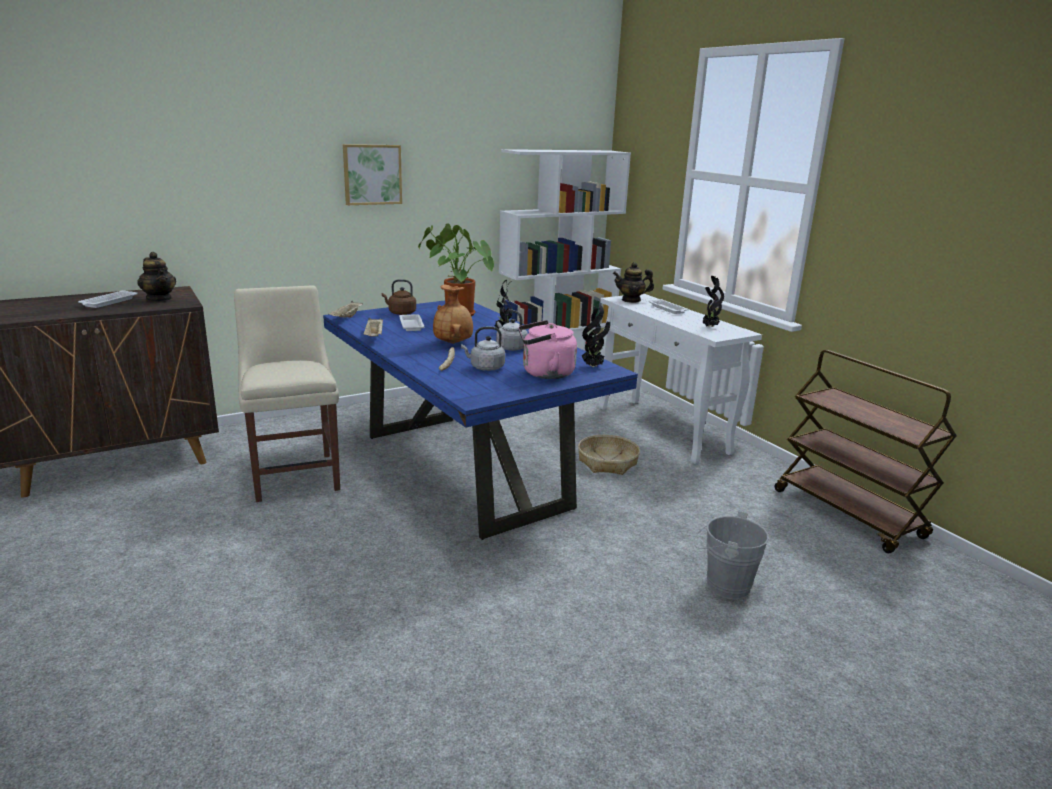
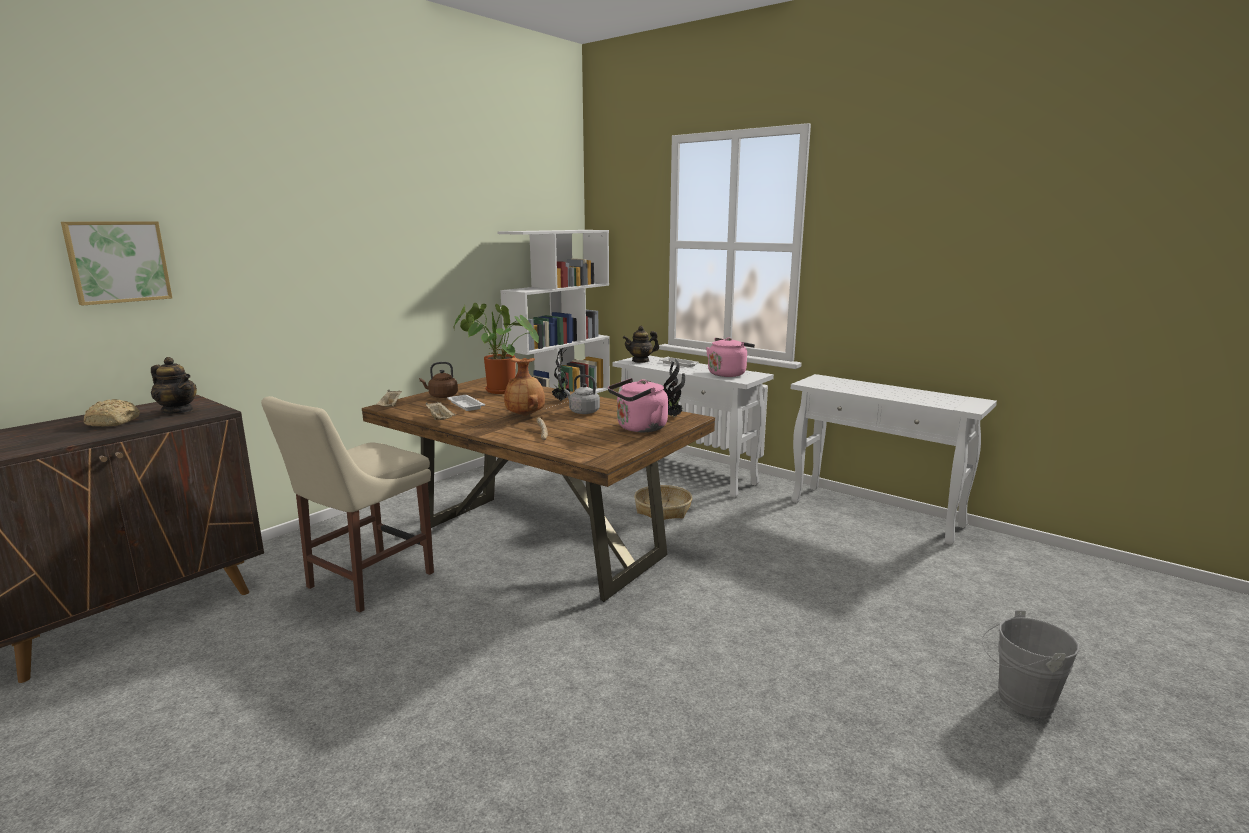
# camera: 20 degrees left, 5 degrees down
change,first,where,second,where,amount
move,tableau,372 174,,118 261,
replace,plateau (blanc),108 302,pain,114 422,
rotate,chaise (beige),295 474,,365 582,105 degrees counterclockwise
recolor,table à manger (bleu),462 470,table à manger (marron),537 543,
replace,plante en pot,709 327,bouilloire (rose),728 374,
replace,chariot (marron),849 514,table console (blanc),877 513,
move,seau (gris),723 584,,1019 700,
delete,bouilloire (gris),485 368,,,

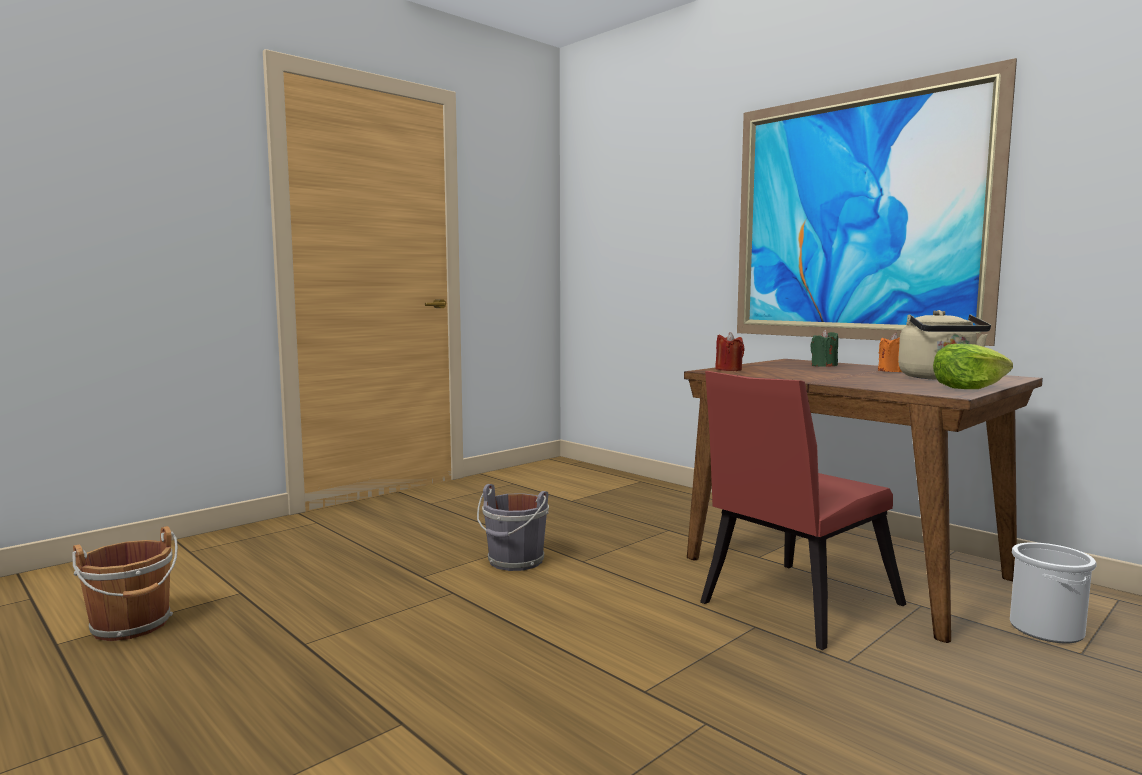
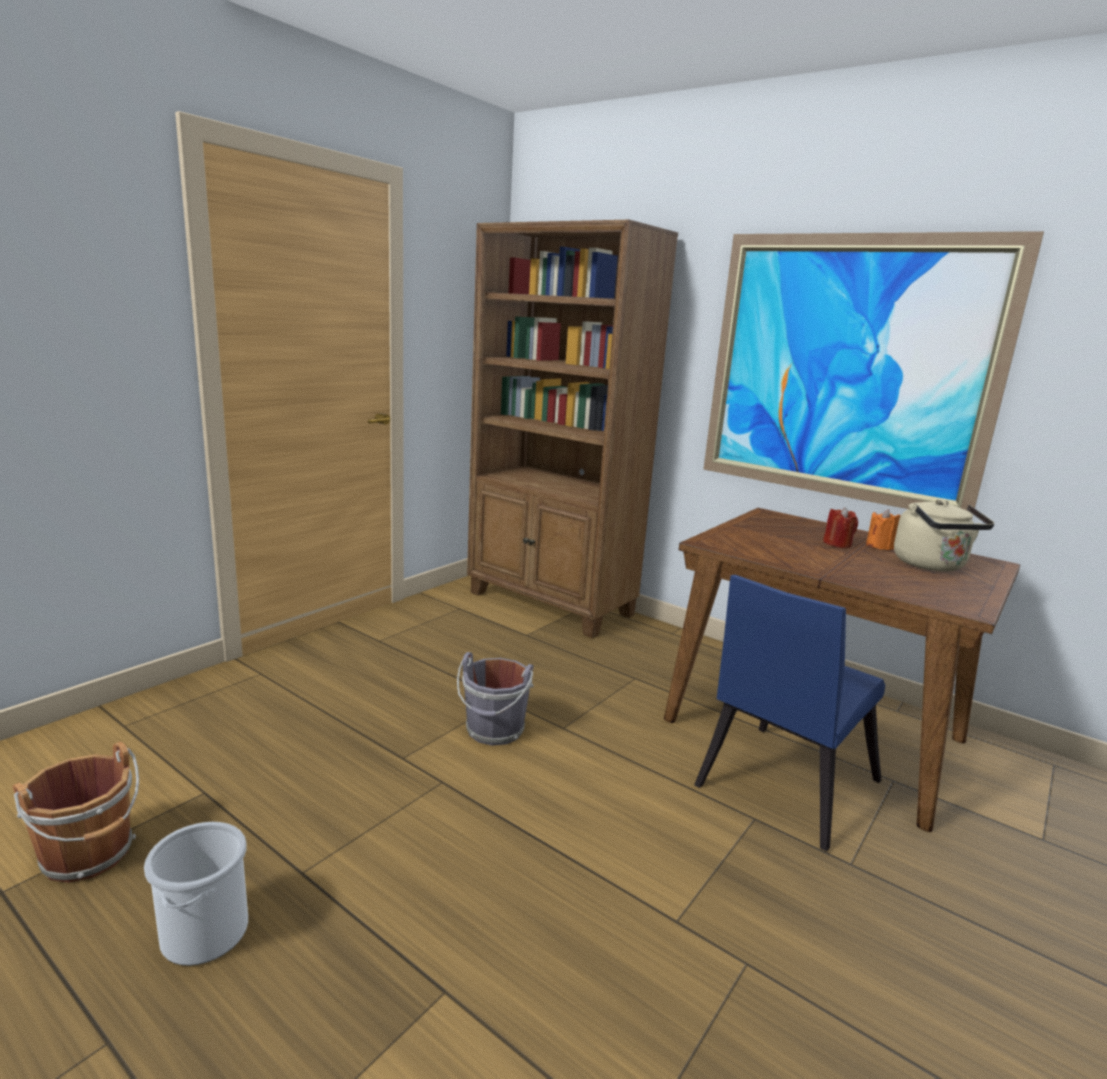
# camera: 10 degrees left, 10 degrees up
change,first,where,second,where,amount
move,seau,1047 629,,205 933,
insert,,,bibliothèque (marron),551 604,
recolor,chaise (rouge),792 606,chaise (bleu),780 787,
move,bougie (rouge),728 369,,837 544,
delete,bougie (vert),824 365,,,
delete,laitue,968 388,,,

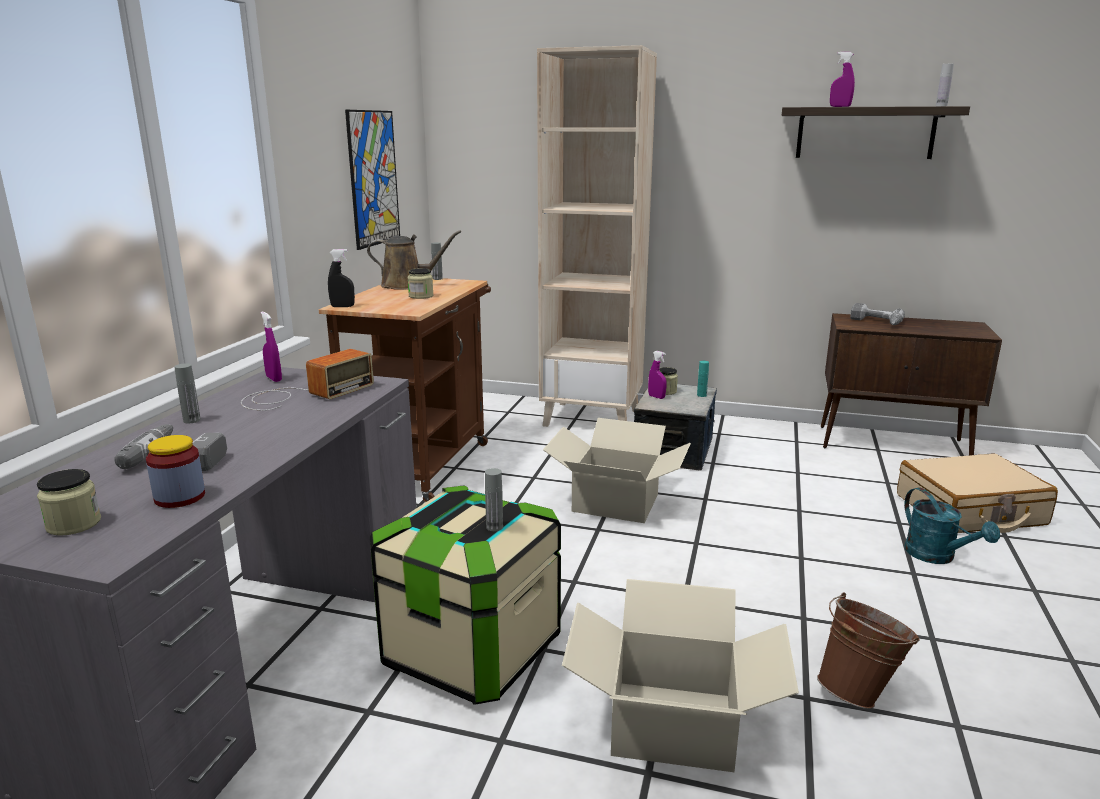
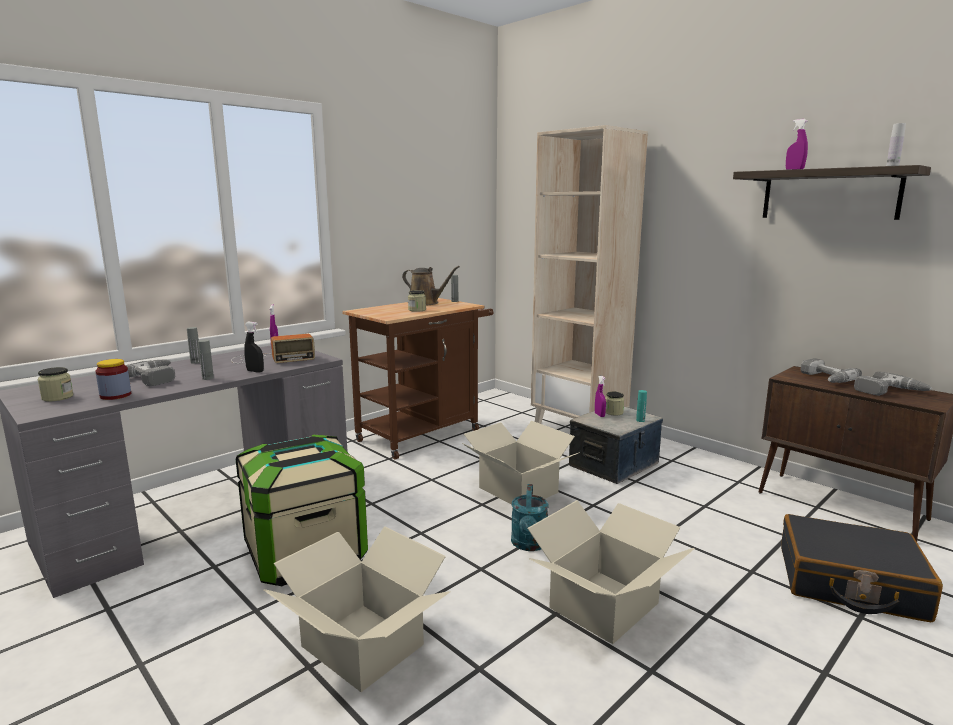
# camera: 30 degrees right, 5 degrees down
change,first,where,second,where,amount
move,bouteille (gris),494 527,,208 378,
move,vaporisateur (noir),342 306,,255 371,
move,arrosoir (turquoise),937 556,,529 545,
insert,,,carton,605 605,
recolor,valise (beige),970 510,valise (noir),849 583,
insert,,,perceuse,890 392,
delete,tableau,373 178,,,
delete,seau (marron),859 693,,,

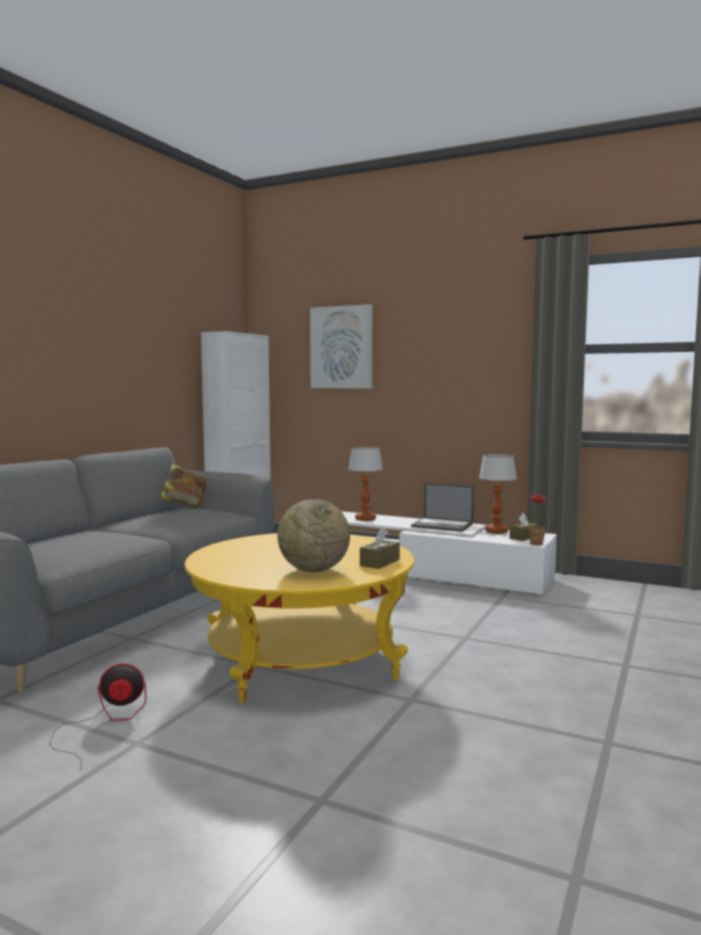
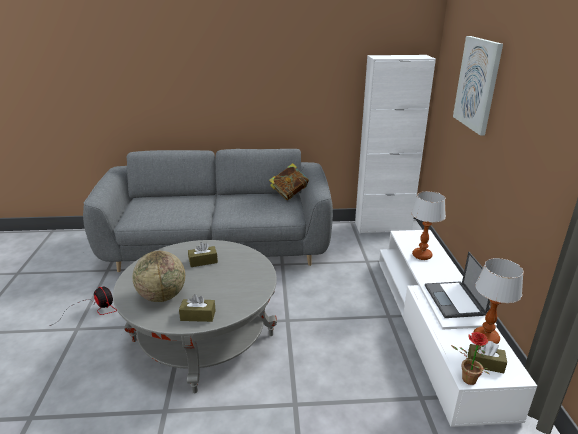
# camera: 60 degrees right, 20 degrees up
change,first,where,second,where,amount
recolor,table basse (jaune),301 658,table basse (gris),203 337,
insert,,,boîte à mouchoirs (marron),203 261,

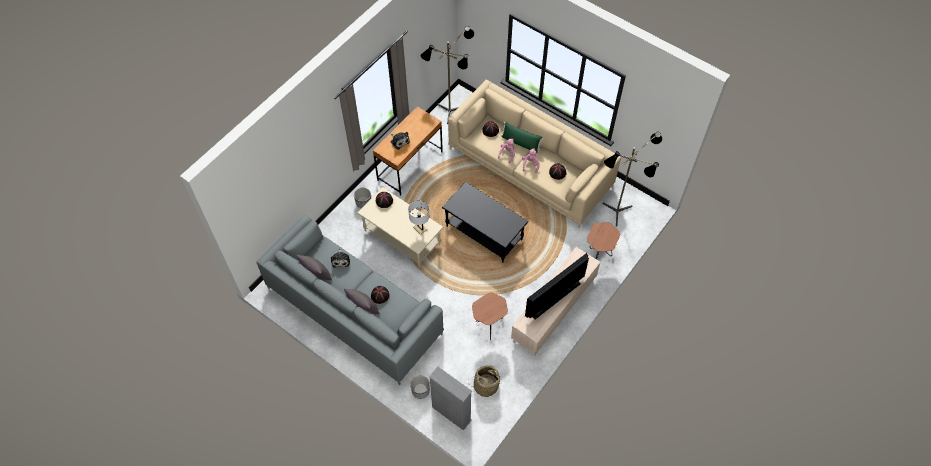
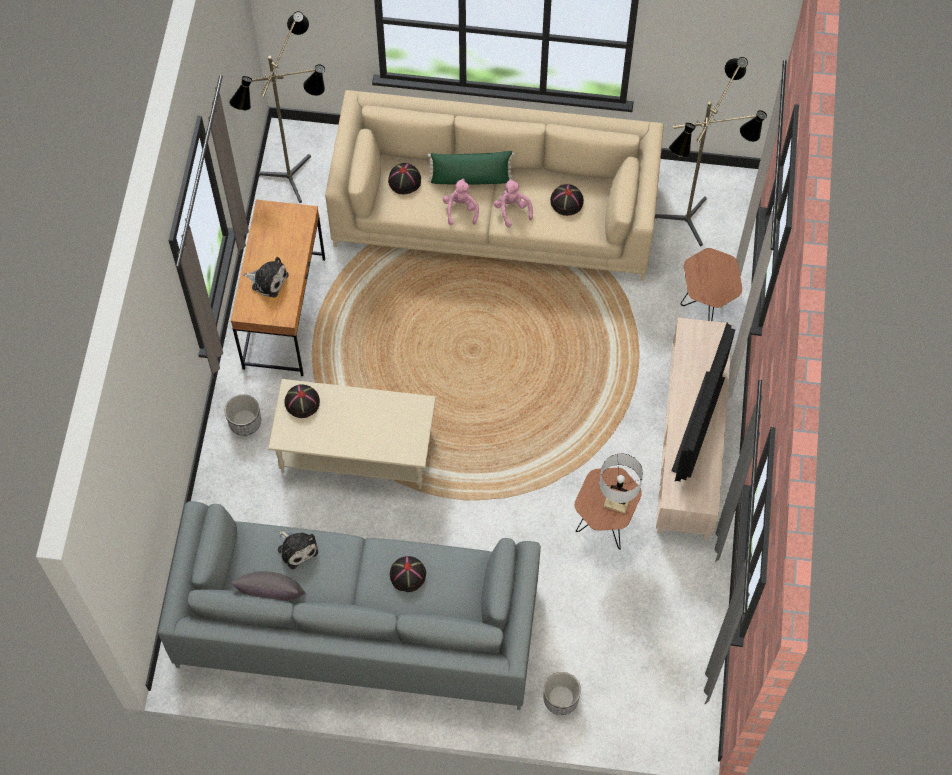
# camera: 30 degrees left, 5 degrees up
change,first,where,second,where,amount
move,lampe de table (blanc),420 228,,616 502,
delete,coussin (gris),363 308,,,
delete,bibliothèque (gris),451 413,,,
delete,table basse (noir),484 232,,,
delete,panier,486 385,,,

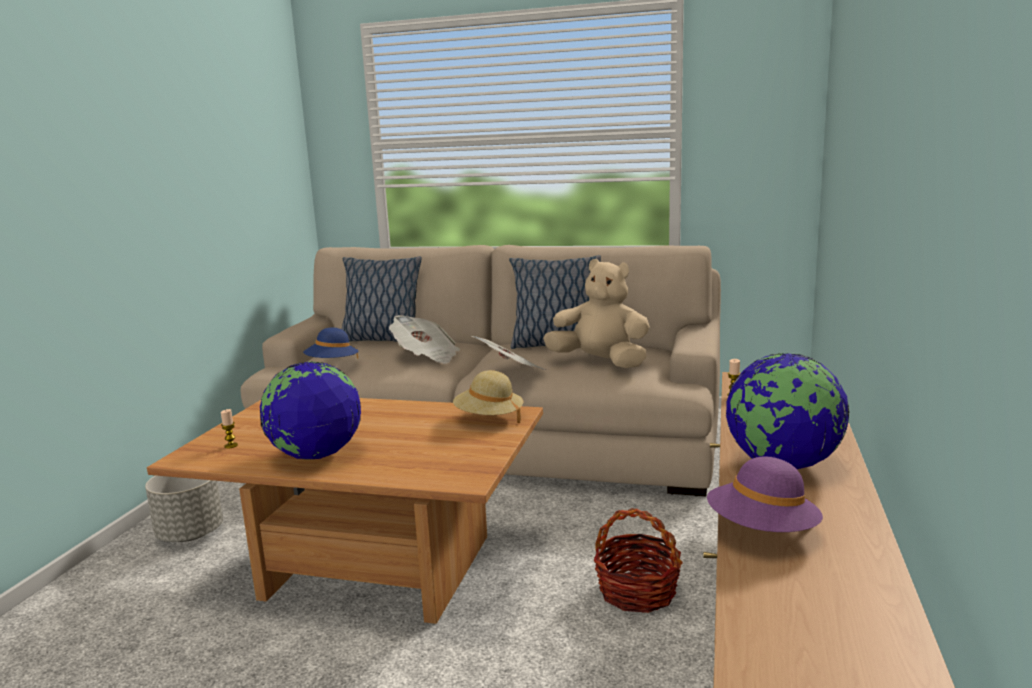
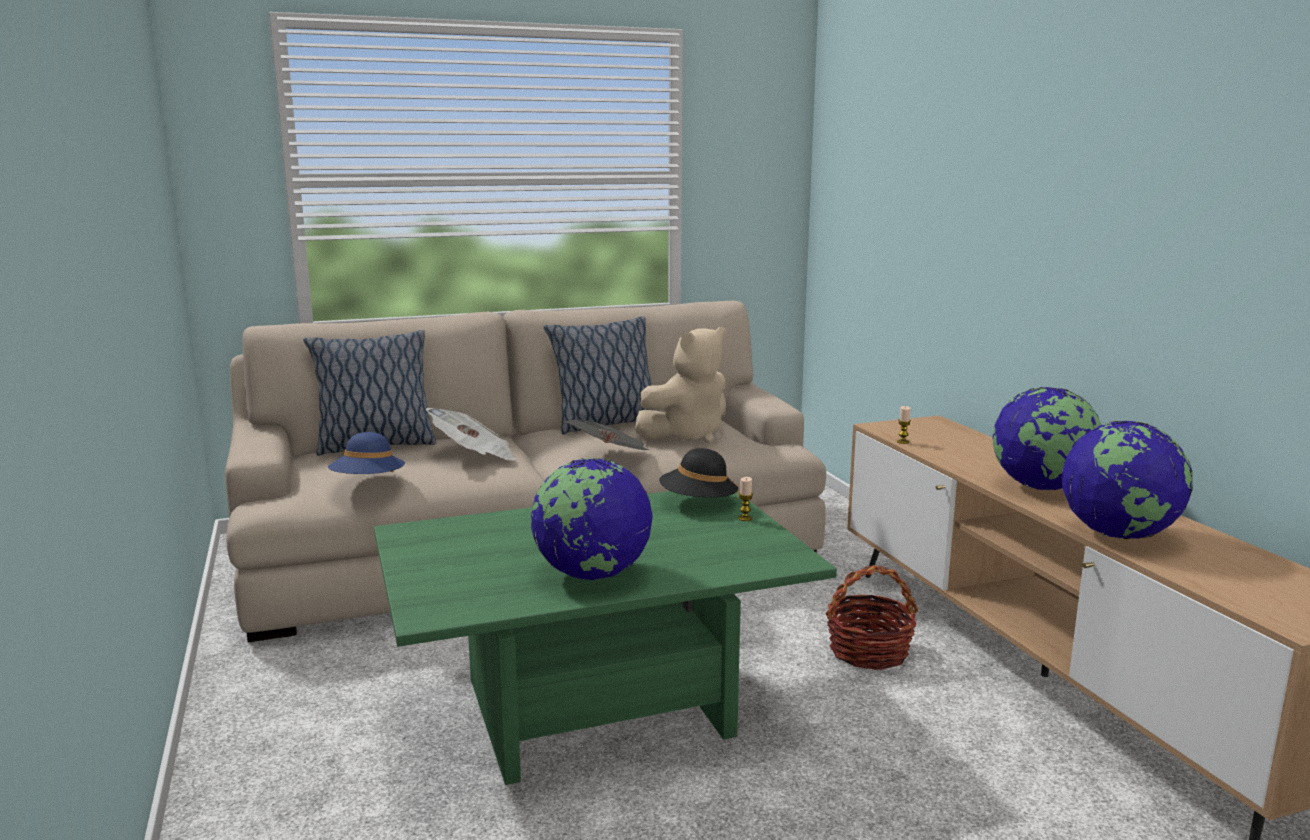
# camera: 35 degrees left, 0 degrees up
change,first,where,second,where,amount
recolor,table basse (marron),372 570,table basse (vert),596 712,
rotate,peluche (beige),600 363,,686 435,150 degrees clockwise
recolor,chapeau (beige),489 418,chapeau (noir),698 503,
move,bougie,231 446,,745 518,
replace,chapeau (violet),762 531,globe,1118 535,
delete,cache-pot (gris),191 534,,,

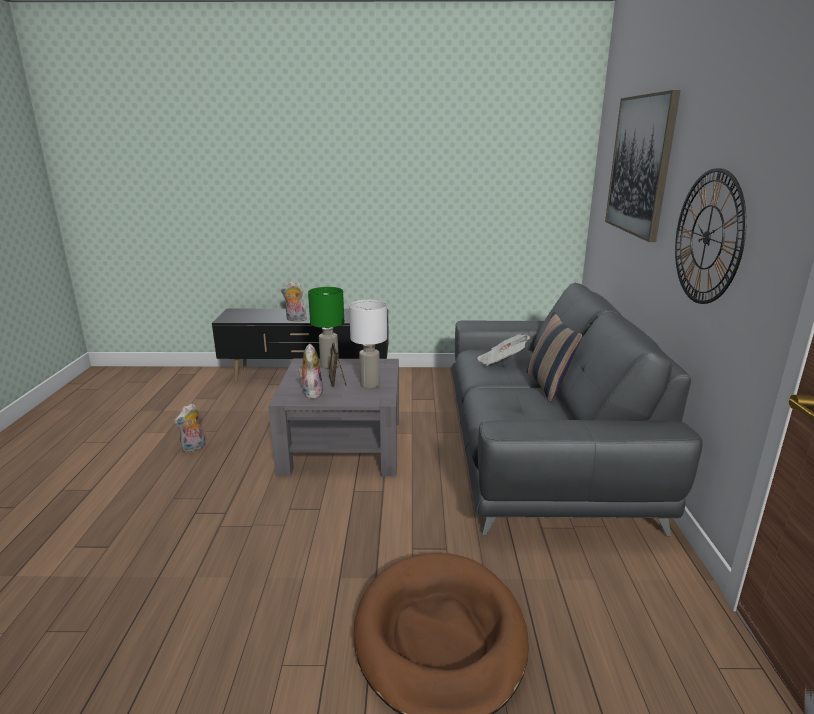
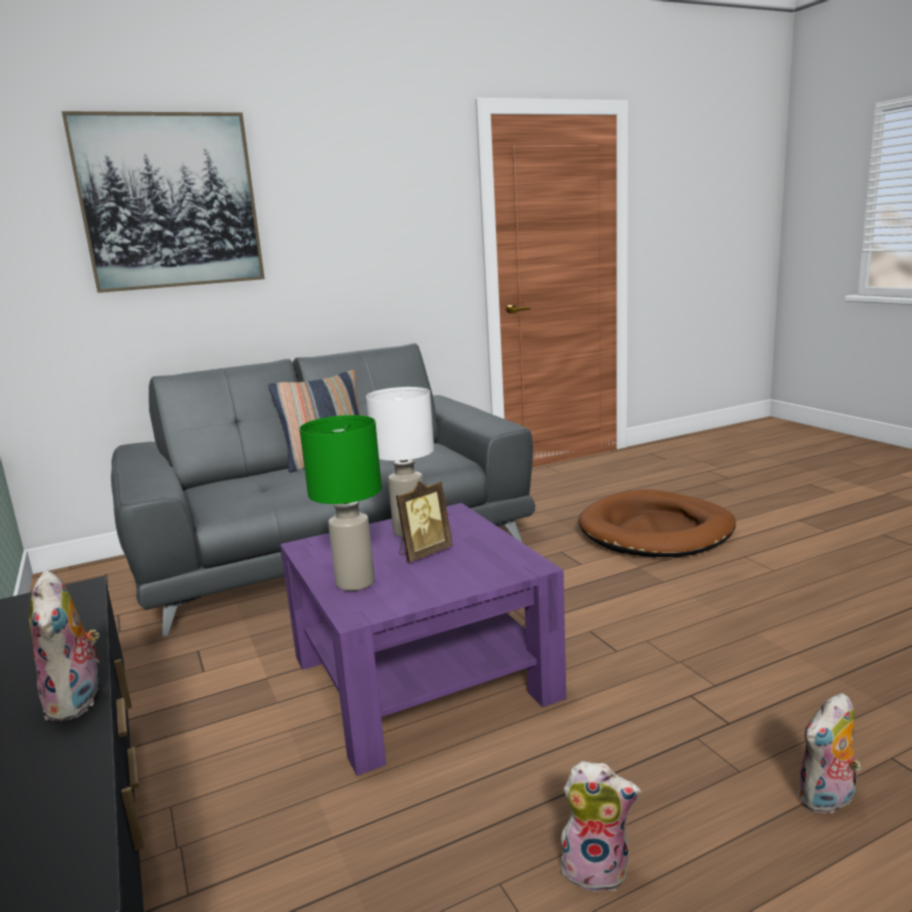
# camera: 115 degrees left, 5 degrees down
change,first,where,second,where,amount
recolor,table basse (gris),342 445,table basse (violet),422 677,
move,peluche,311 393,,827 800,
delete,journal,501 362,,,
delete,horloge murale,707 237,,,

